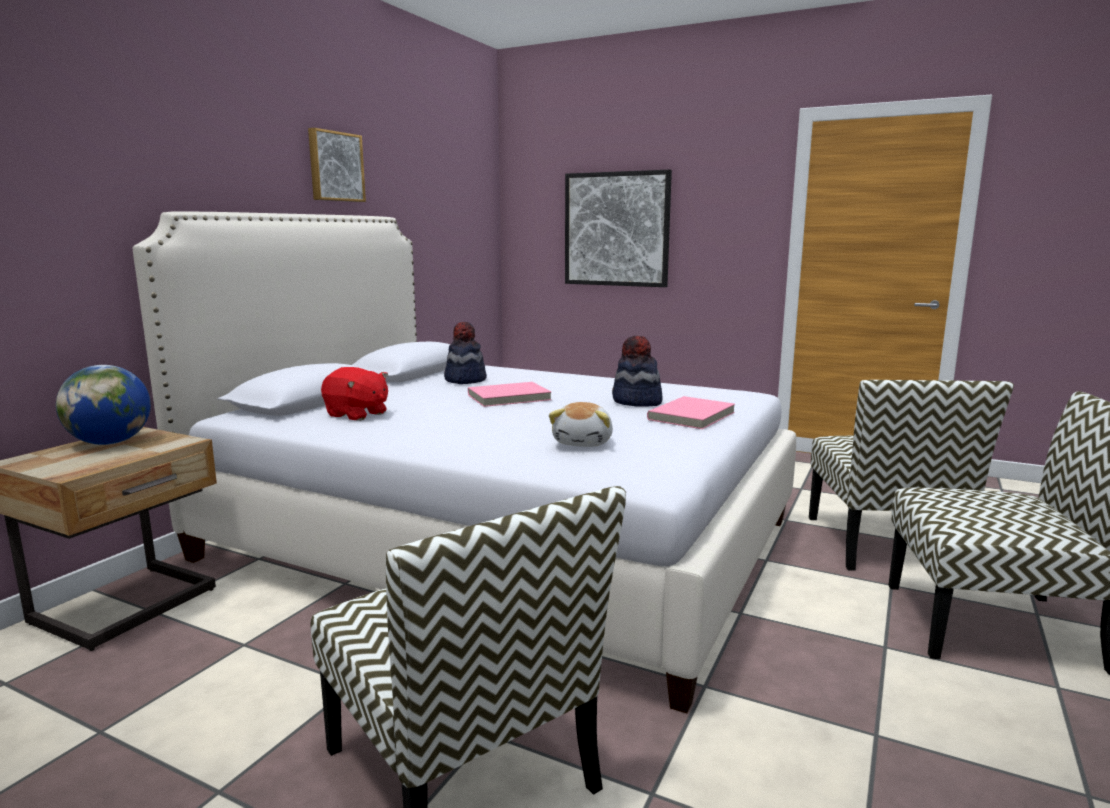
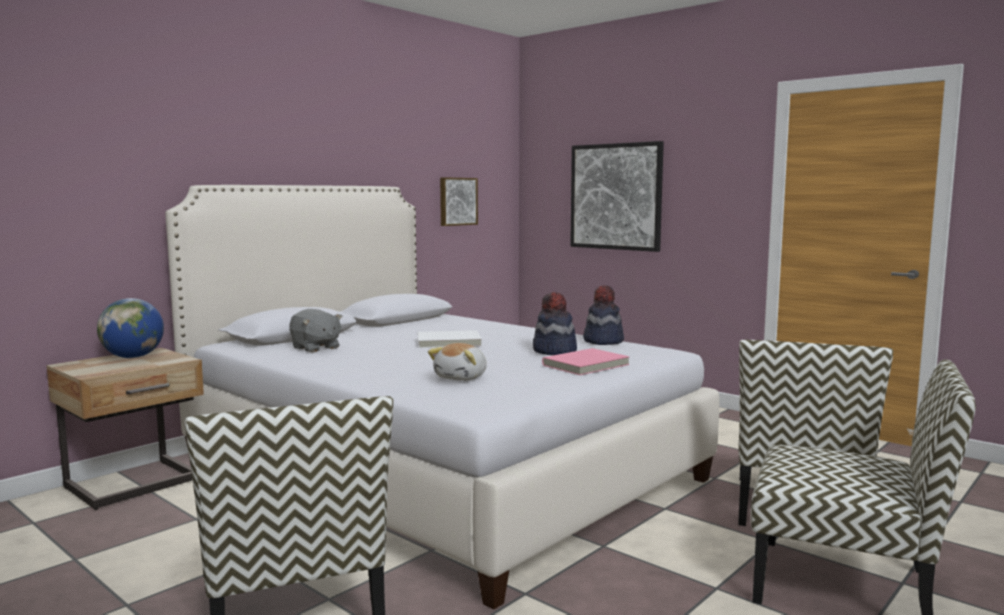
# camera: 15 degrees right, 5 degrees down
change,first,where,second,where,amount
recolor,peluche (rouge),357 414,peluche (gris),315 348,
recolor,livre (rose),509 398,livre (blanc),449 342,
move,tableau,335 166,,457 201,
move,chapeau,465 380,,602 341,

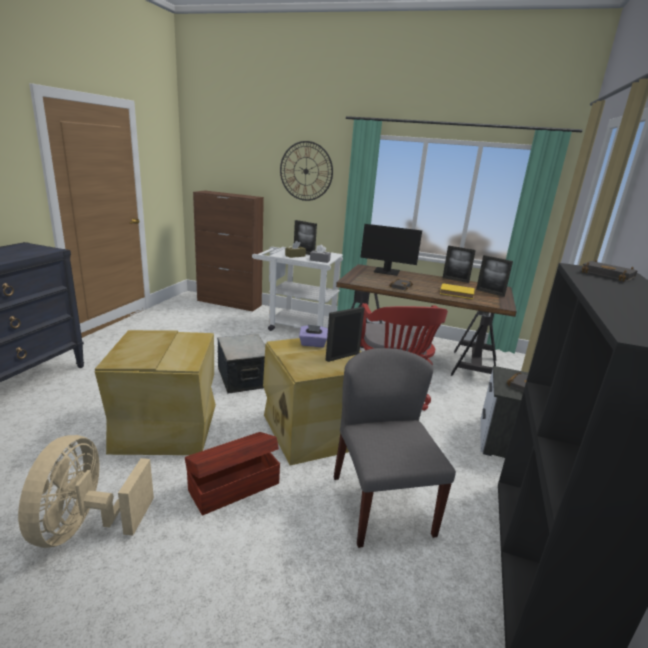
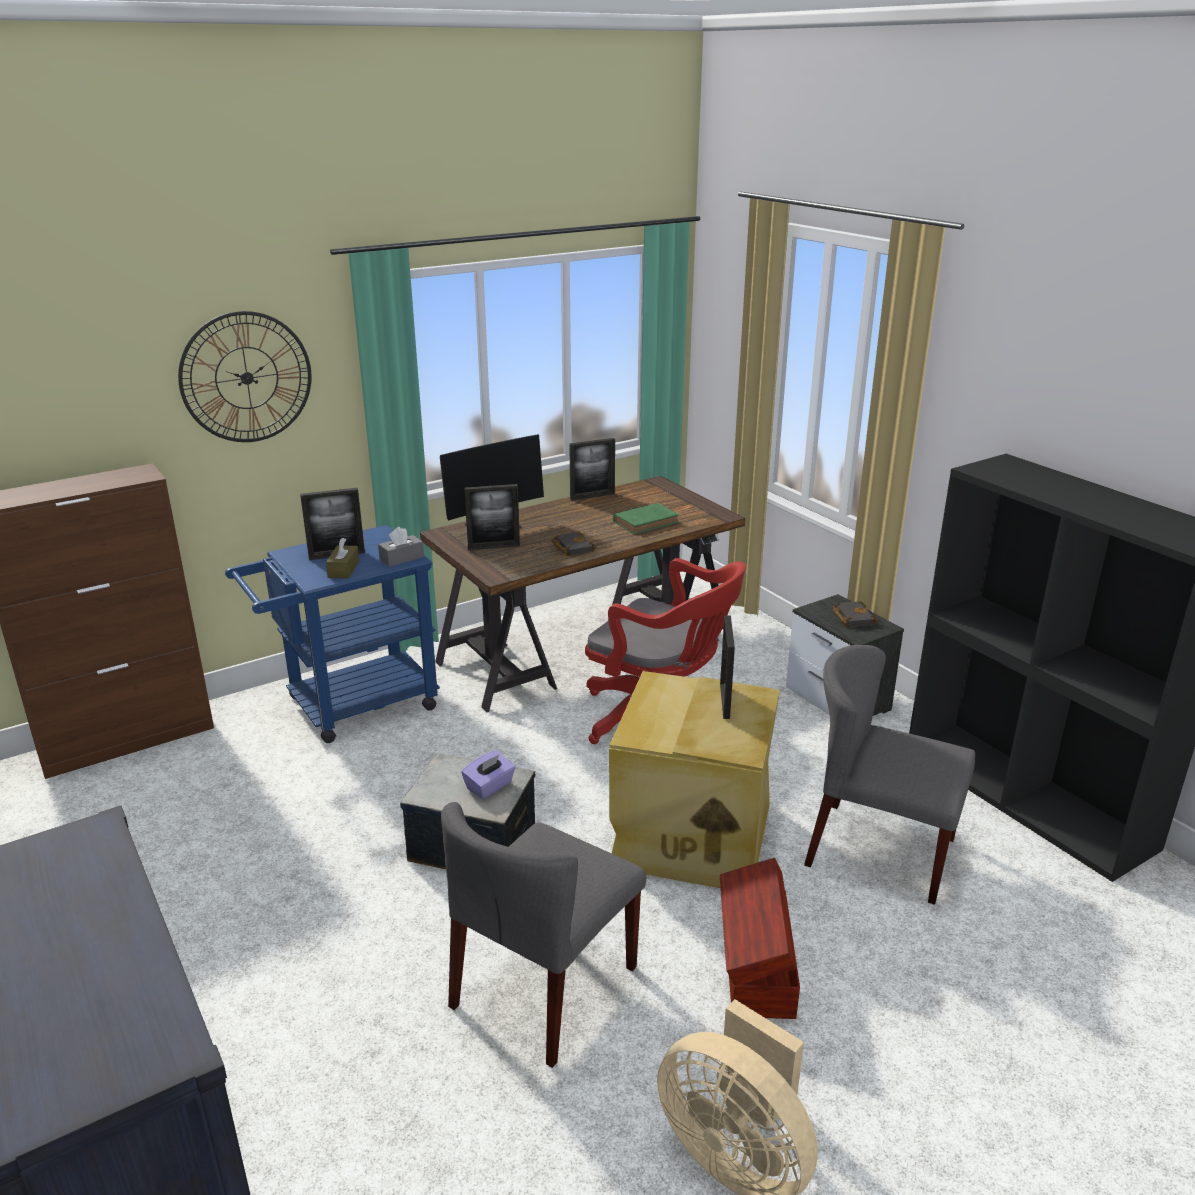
# camera: 50 degrees left, 5 degrees up
change,first,where,second,where,amount
recolor,chariot (blanc),296 326,chariot (bleu),350 707,
replace,boîte de rangement (beige),168 426,chaise (gris),544 988,
move,boîte à mouchoirs (violet),313 344,,490 786,
move,cadre photo,490 292,,494 547,
recolor,livre (jaune),457 293,livre (vert),647 522,
delete,livre (noir),609 275,,,

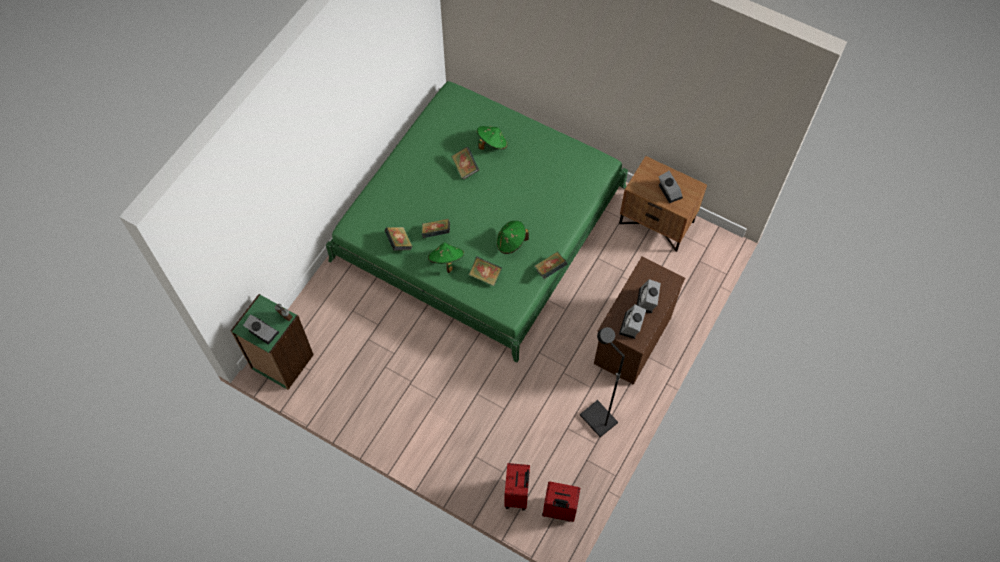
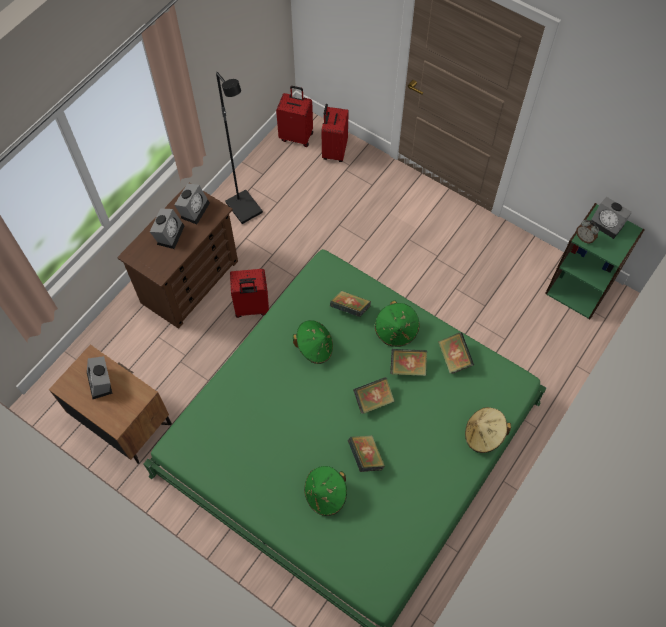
# camera: 175 degrees left, 0 degrees up
change,first,where,second,where,amount
insert,,,valise (rouge),251 308,
move,livre,550 269,,373 400,
insert,,,chapeau (beige),483 435,

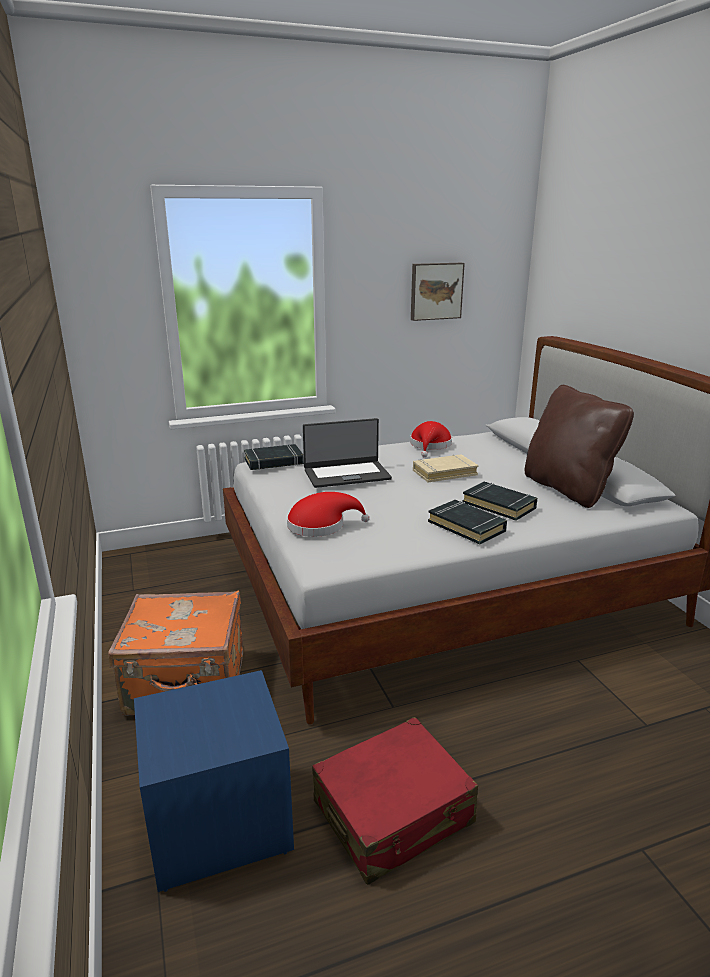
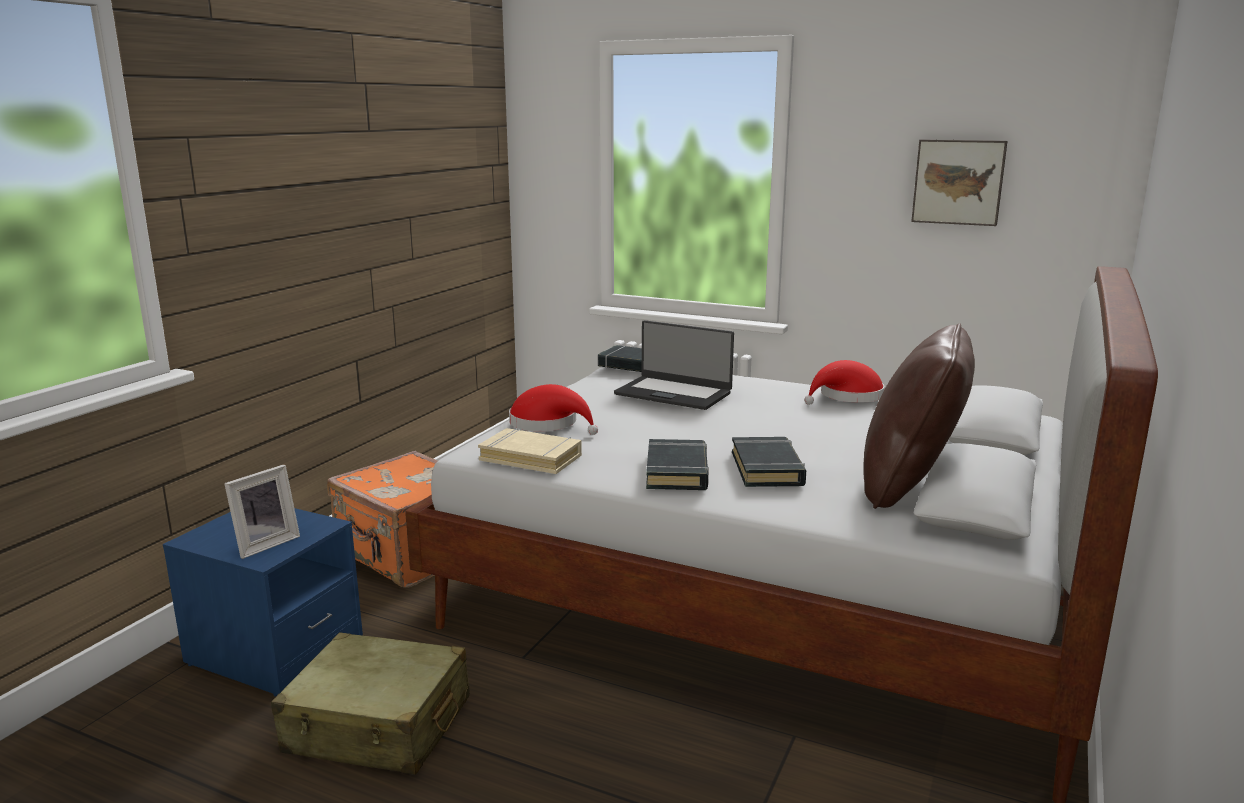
# camera: 45 degrees right, 5 degrees down
change,first,where,second,where,amount
insert,,,cadre photo,264 544,
recolor,valise (rouge),393 813,valise (beige),378 726,
move,livre (beige),444 472,,531 457,

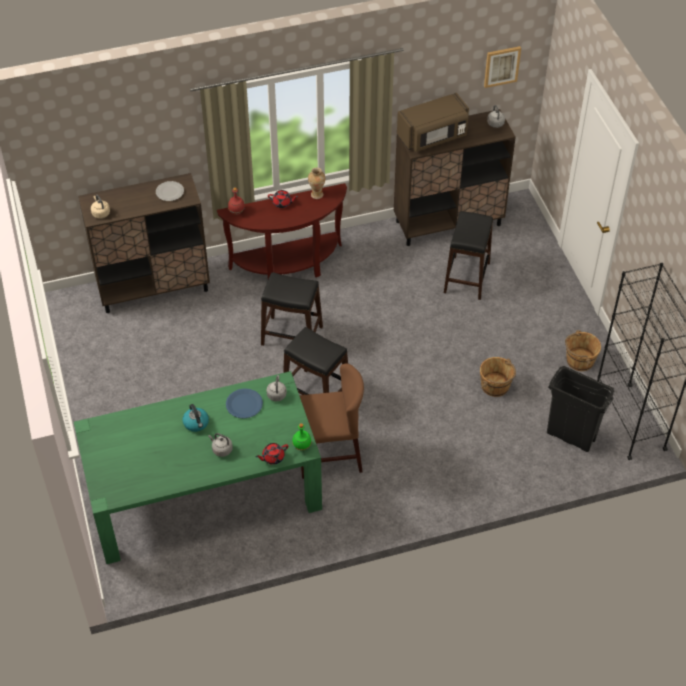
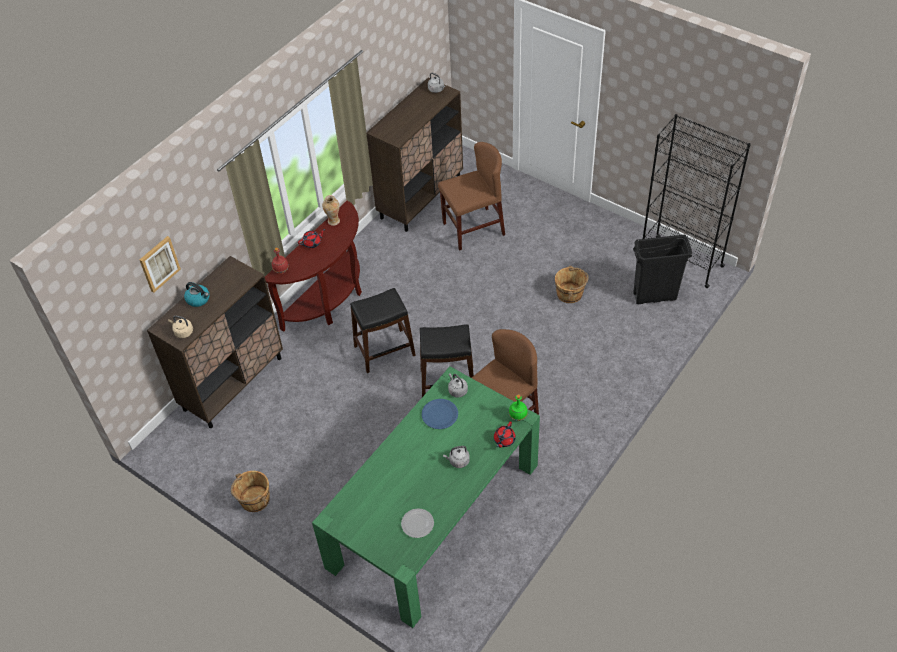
# camera: 35 degrees left, 0 degrees up
change,first,where,second,where,amount
move,tableau,501 66,,159 263,
move,bouilloire,196 423,,198 299,
move,seau (marron),579 360,,254 500,
move,assiette,170 192,,417 523,
replace,tabouret (noir),467 277,chaise (marron),473 229,
delete,micro-ondes (marron),433 137,,,

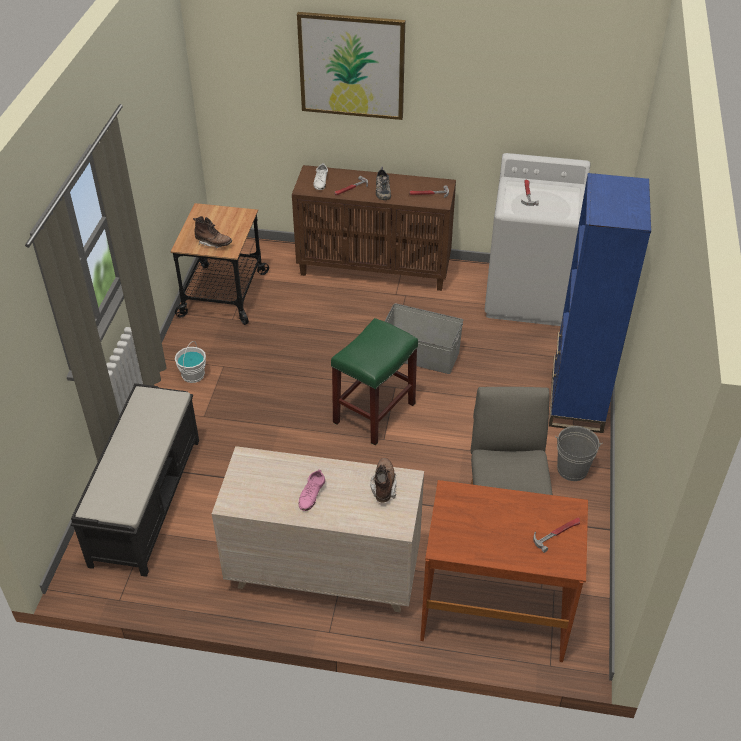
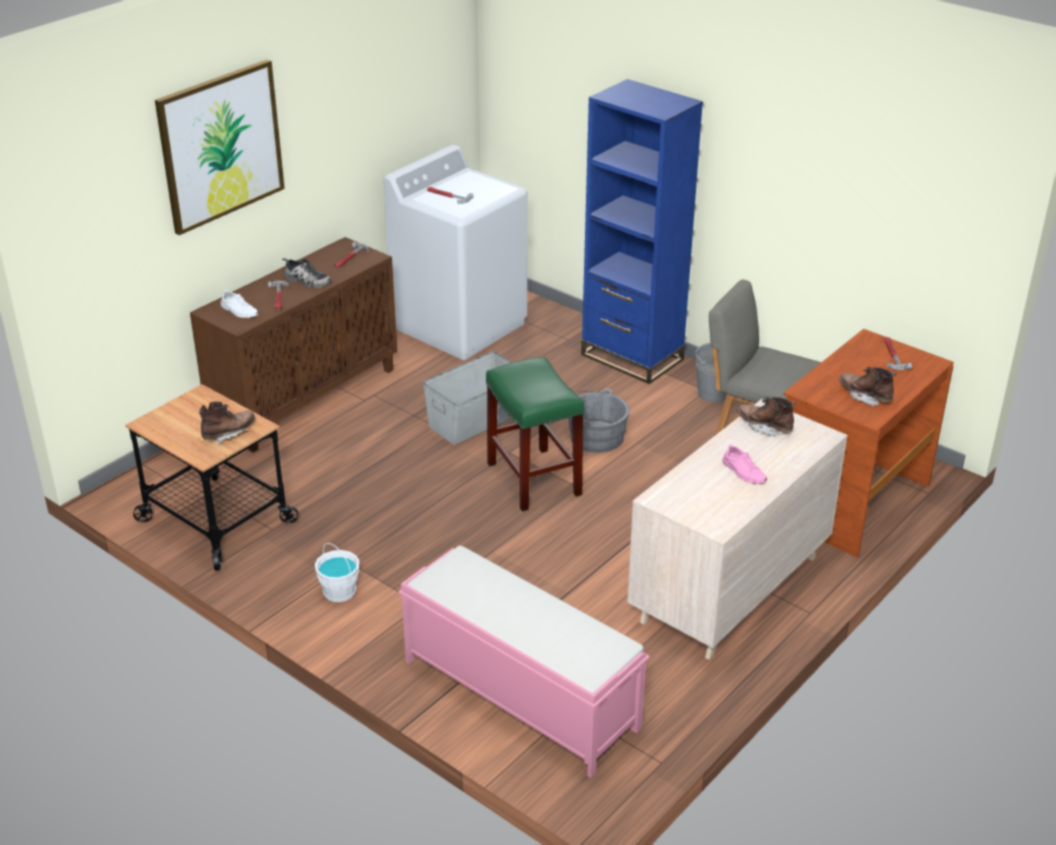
# camera: 60 degrees left, 10 degrees down
change,first,where,second,where,amount
recolor,banc (noir),146 499,banc (rose),519 693,
insert,,,seau (gris),593 436,
insert,,,botte (marron),865 396,

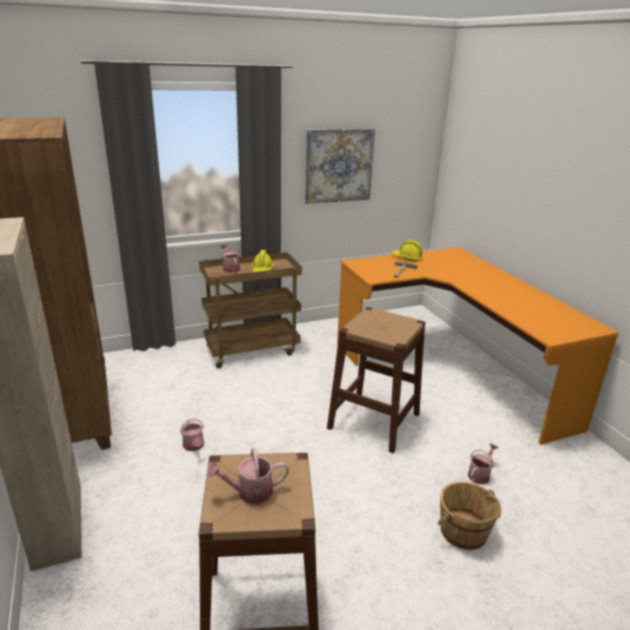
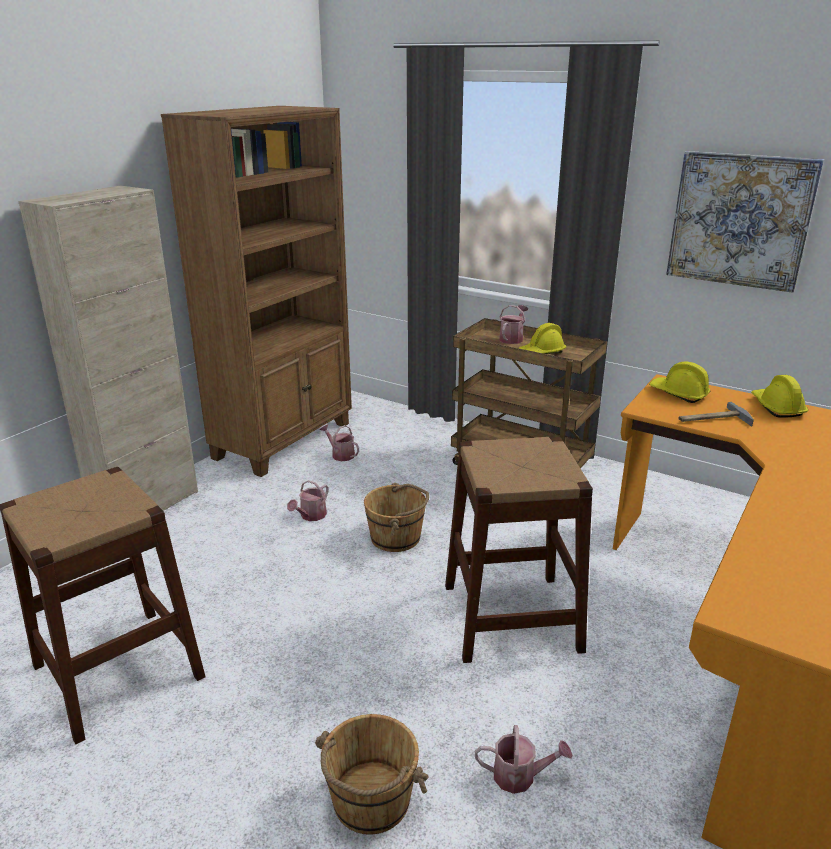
# camera: 55 degrees right, 0 degrees up
change,first,where,second,where,amount
move,arrosoir,249 492,,340 454,
insert,,,seau (marron),396 538,
insert,,,casque de chantier (jaune),678 394,

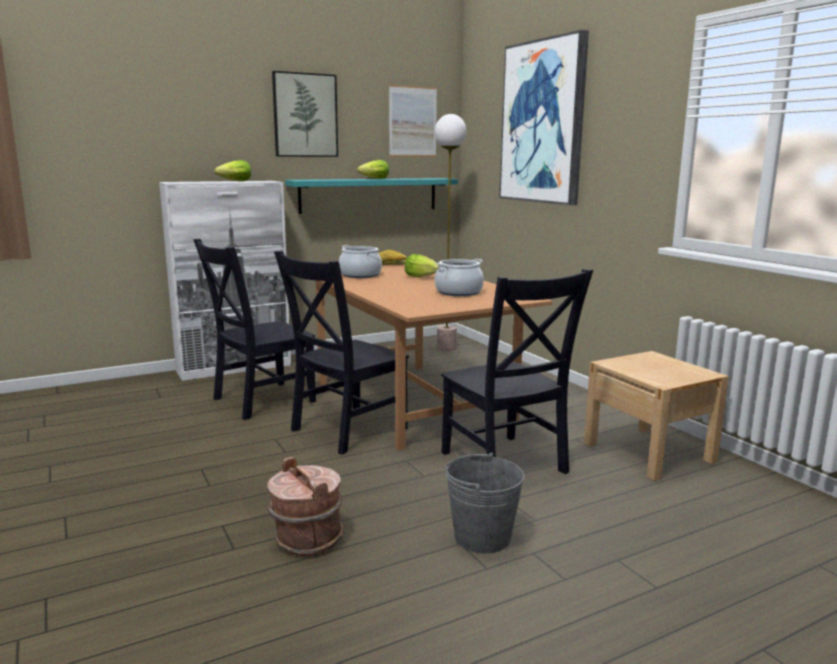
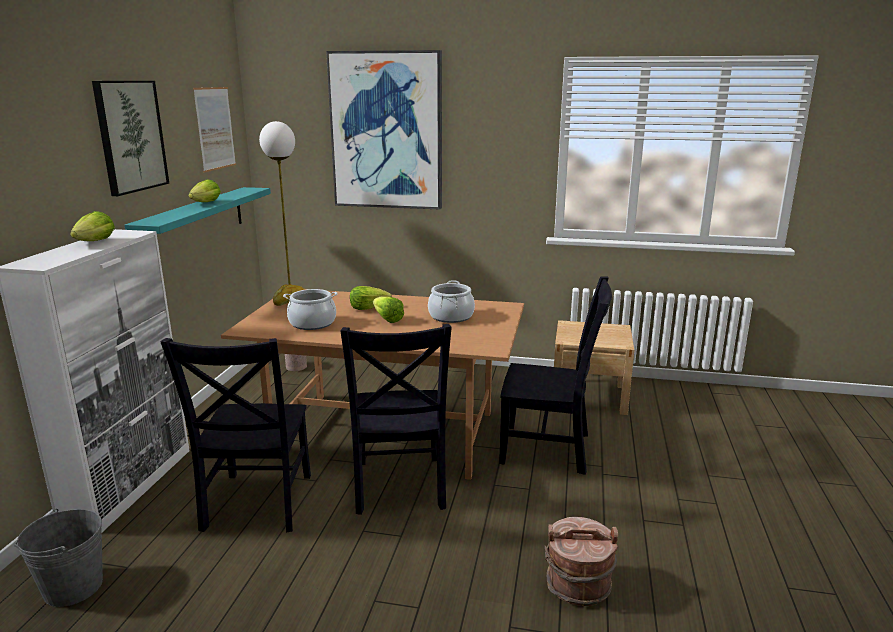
# camera: 50 degrees left, 5 degrees up
change,first,where,second,where,amount
move,seau (gris),482 537,,73 587,
insert,,,laitue,386 318,

